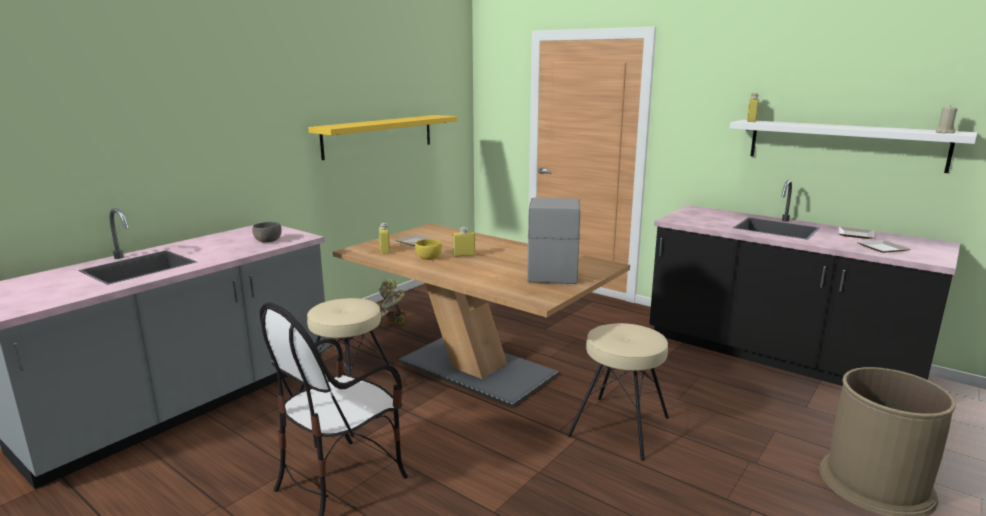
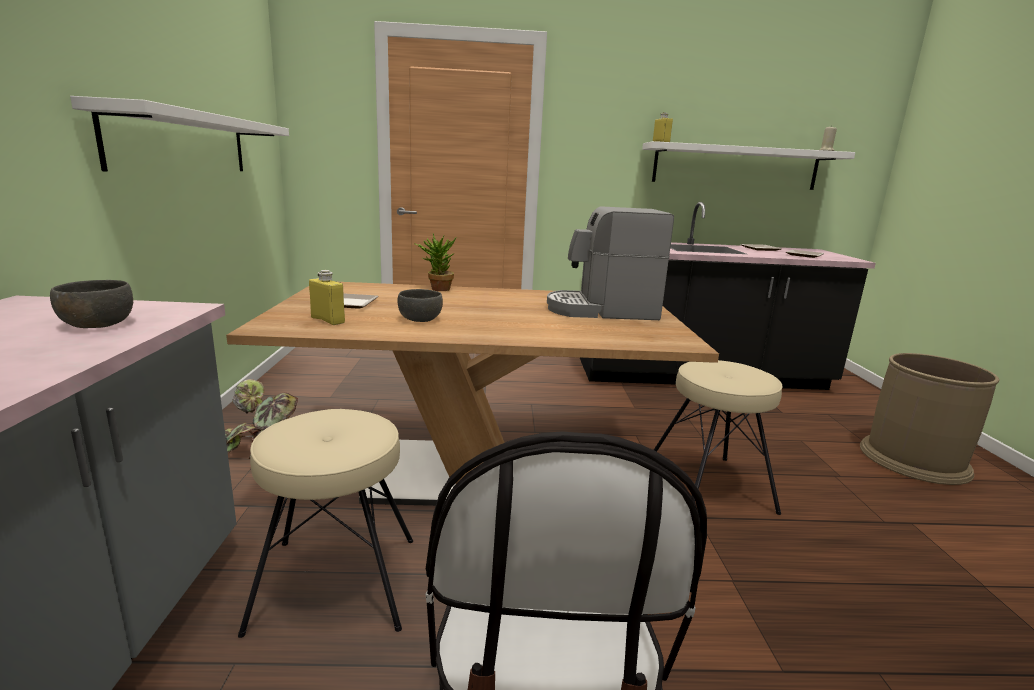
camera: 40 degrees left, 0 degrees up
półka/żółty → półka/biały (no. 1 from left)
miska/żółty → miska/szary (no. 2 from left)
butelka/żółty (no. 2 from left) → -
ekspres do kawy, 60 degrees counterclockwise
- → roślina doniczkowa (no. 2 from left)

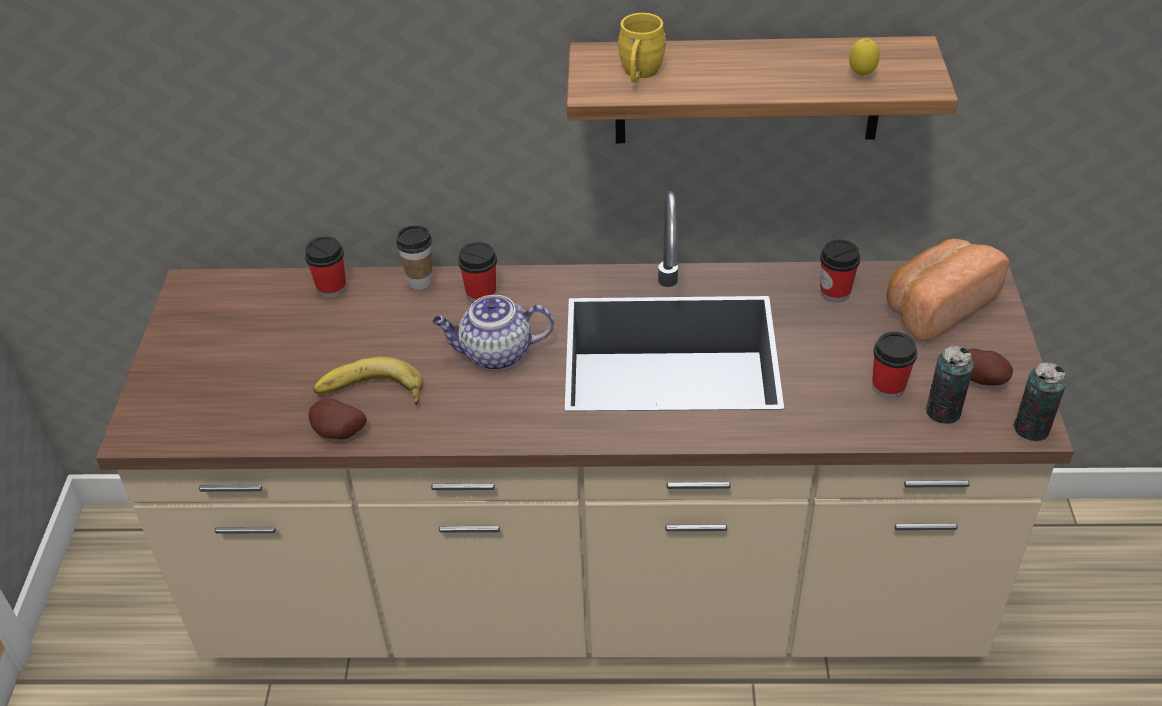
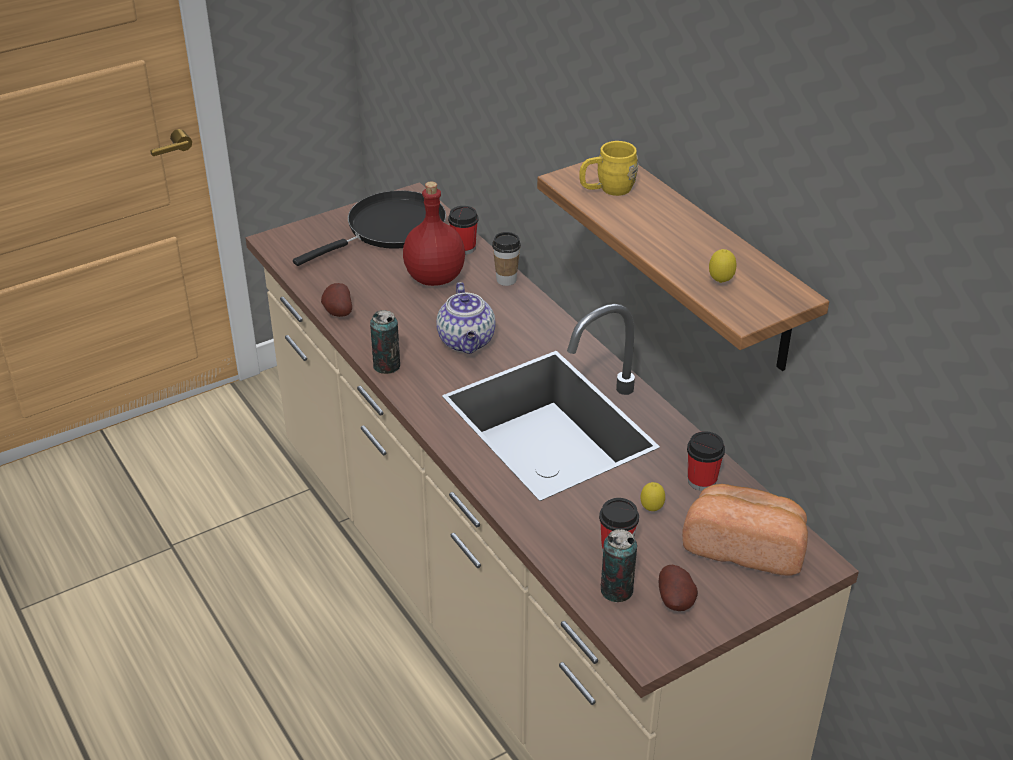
camera: 55 degrees right, 5 degrees down
banan → -
imbryk, 150 degrees counterclockwise
filiżanka (no. 3 from left) → -
puszka (no. 2 from left in the first image) → puszka (no. 1 from left), relocated
- → patelnia/czarny
- → butelka/czerwony
- → cytryna (no. 1 from left)

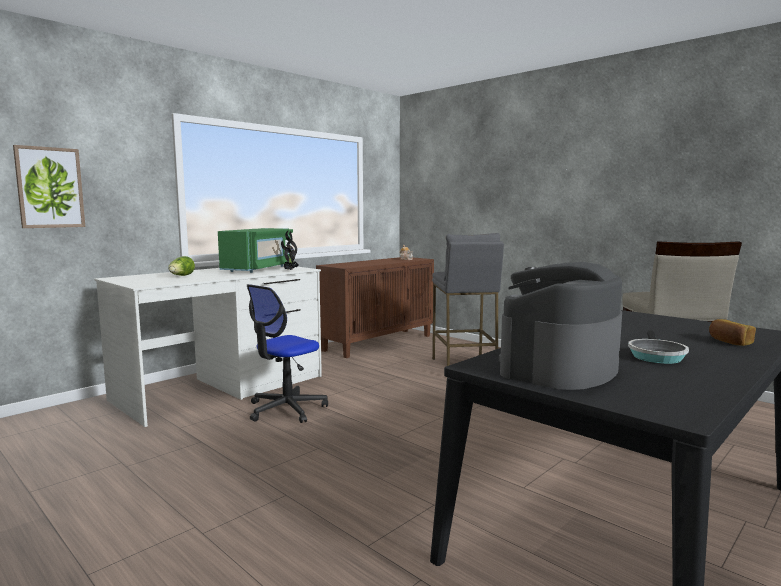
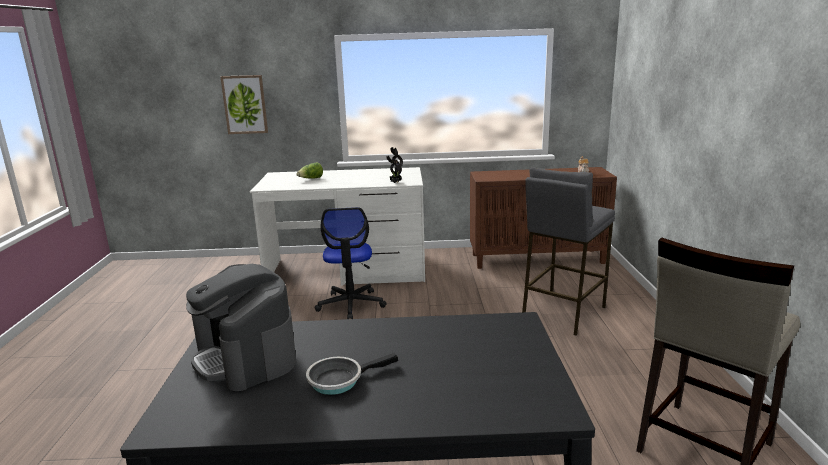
camera: 45 degrees right, 10 degrees up
mikrofalówka/zielony → -
krzesło biurowe, 90 degrees counterclockwise
ekspres do kawy, 120 degrees counterclockwise
chleb → -

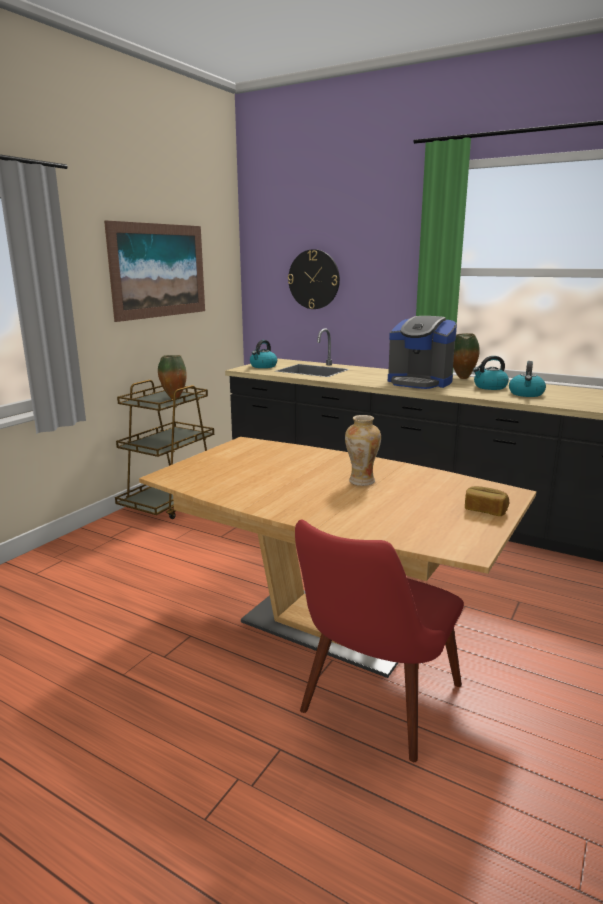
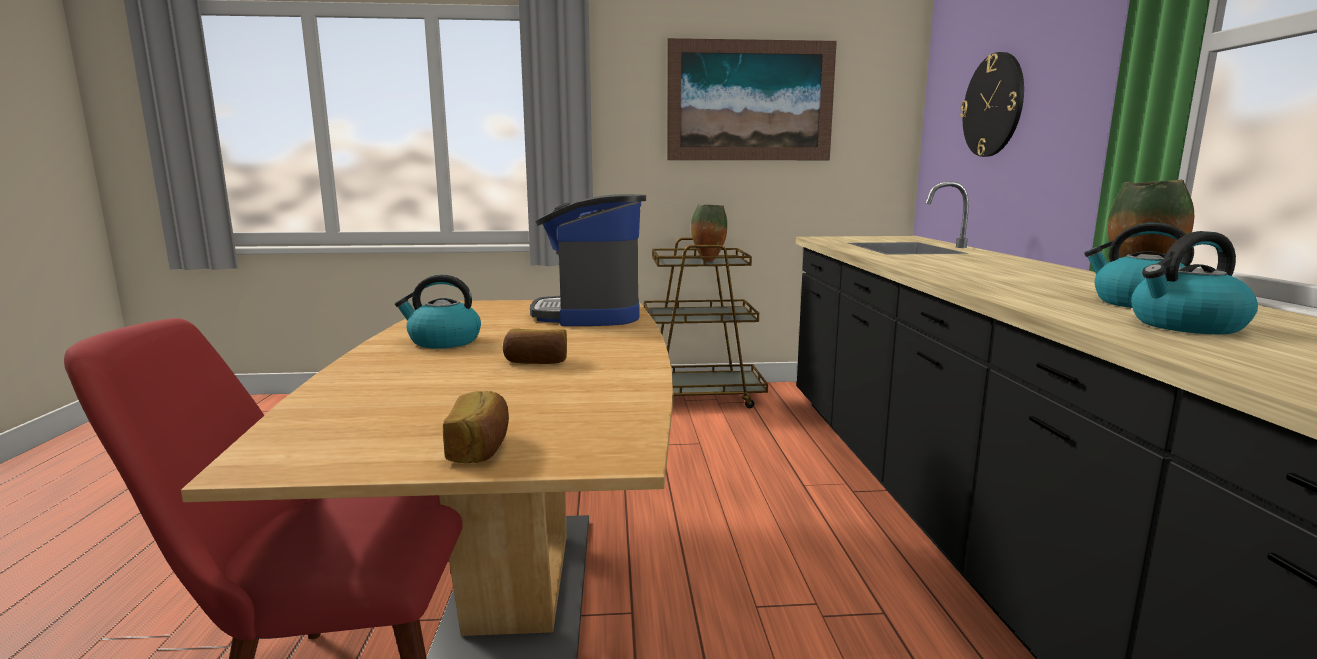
camera: 55 degrees right, 5 degrees down
czajnik (no. 1 from left), relocated
wazon (no. 2 from left) → chleb (no. 2 from left)
ekspres do kawy, relocated

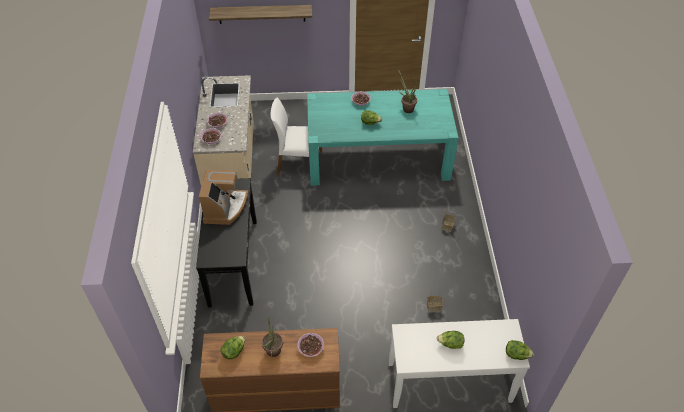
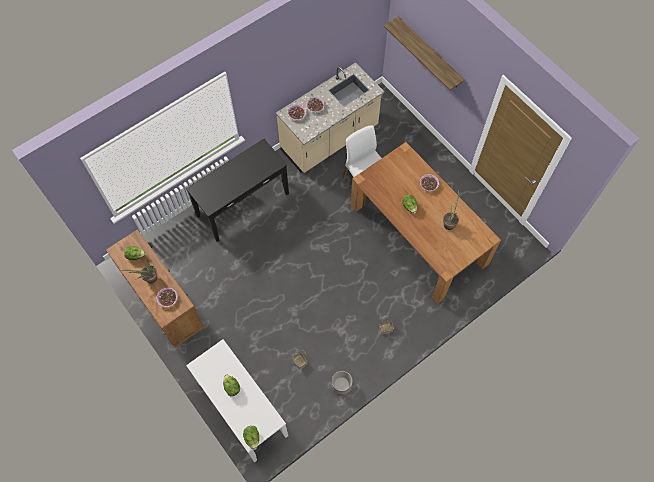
camera: 55 degrees right, 15 degrees up
ekspres do kawy → -
stół jadalny/turkusowy → stół jadalny/brązowy
- → donica

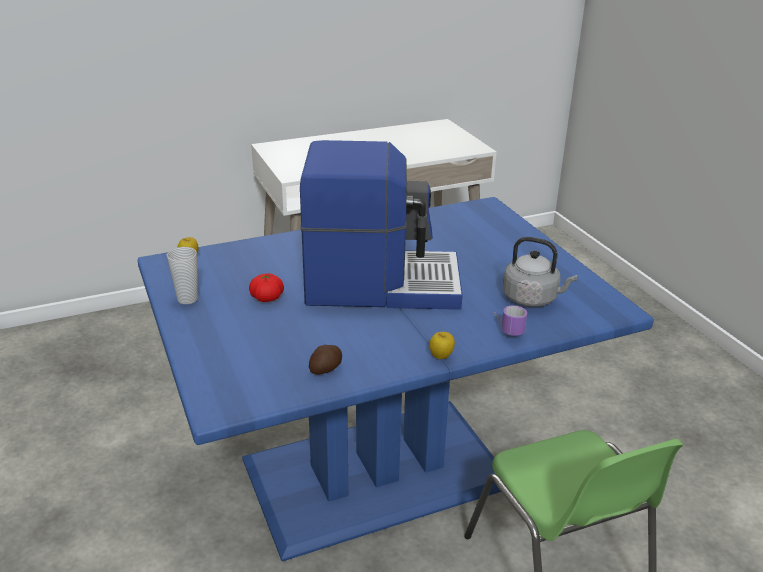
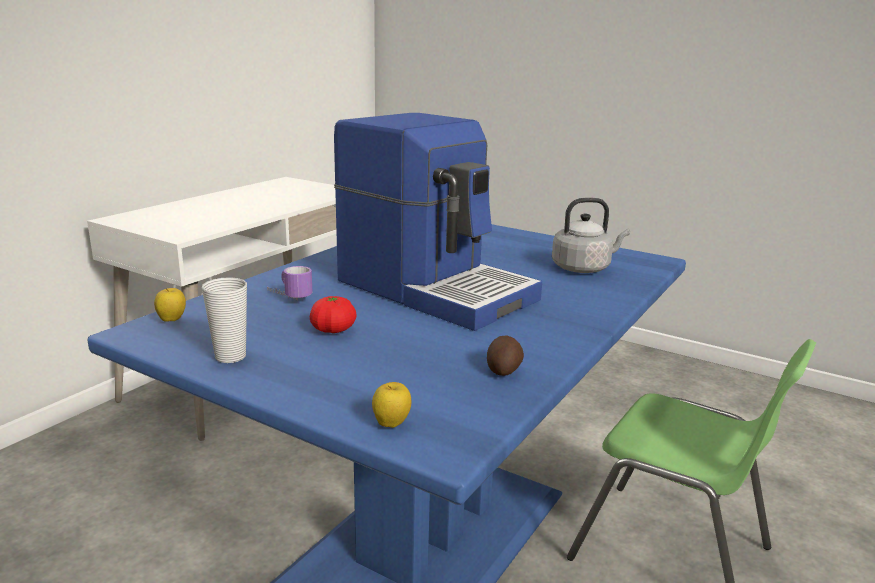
camera: 35 degrees left, 10 degrees down
ekspres do kawy, 75 degrees clockwise
jabłko (no. 2 from left), relocated
kubek, relocated

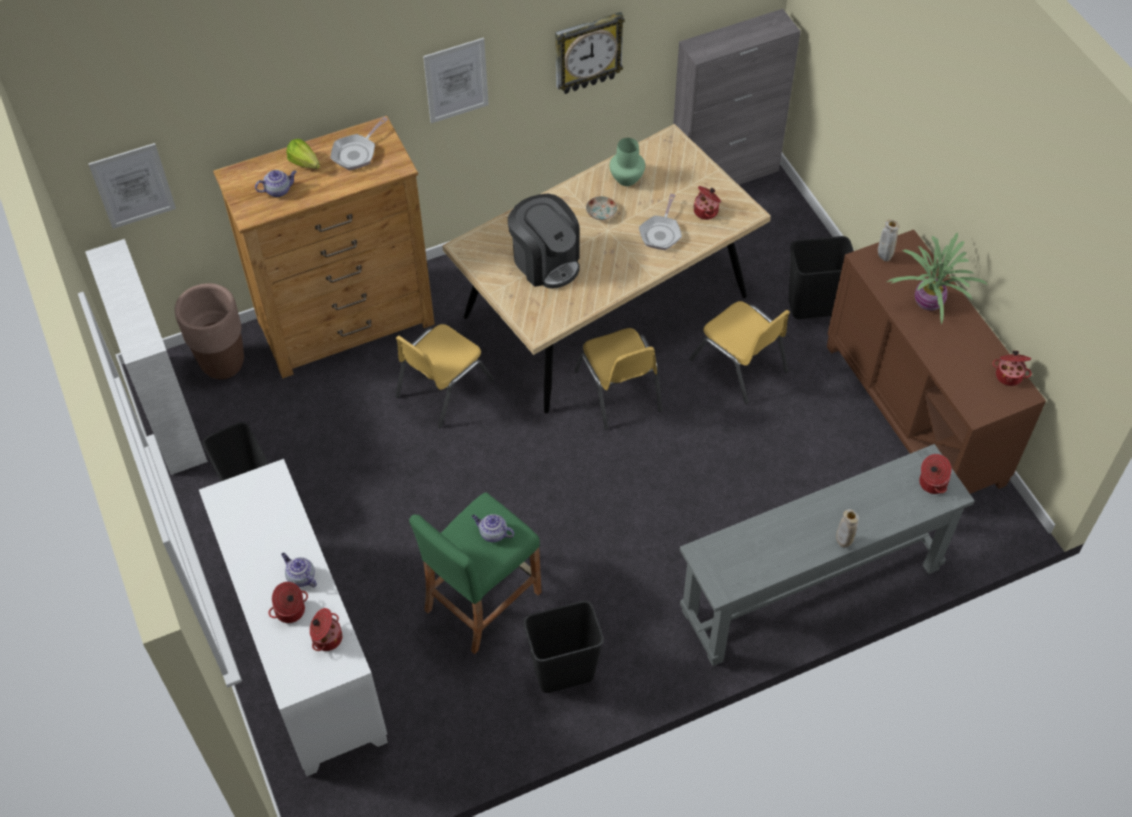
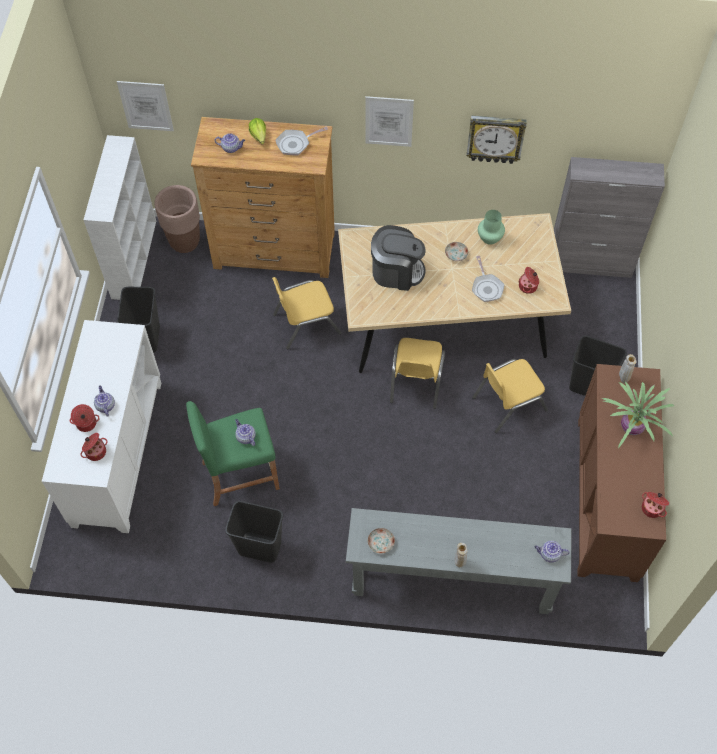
camera: 30 degrees right, 5 degrees up
ekspres do kawy, 75 degrees counterclockwise
patelnia (no. 2 from left), 60 degrees counterclockwise
krzesło/żółty (no. 3 from left), 75 degrees clockwise
garnek (no. 4 from left) → imbryk (no. 4 from left)
- → talerz (no. 1 from left)

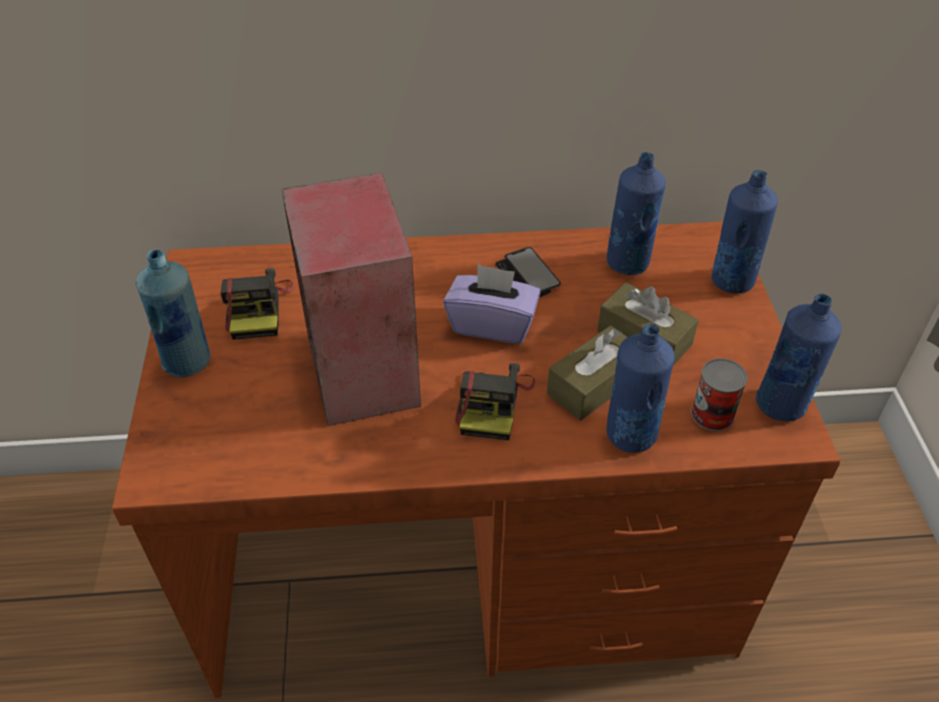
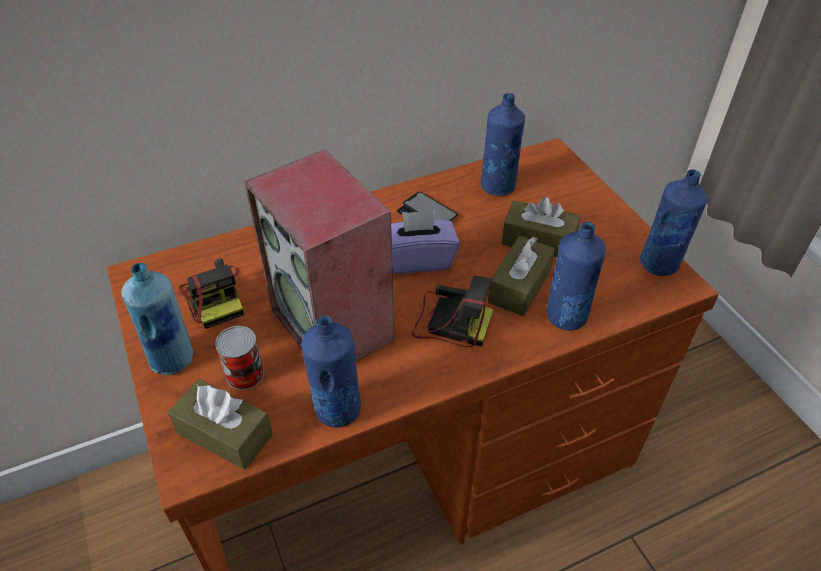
camera: 20 degrees left, 0 degrees up
aparat fotograficzny (no. 2 from left), 60 degrees counterclockwise
puszka, relocated
butelka/niebieski (no. 4 from left in the first image) → butelka/niebieski (no. 2 from left), relocated
- → pudełko chusteczek/brązowy (no. 1 from left)

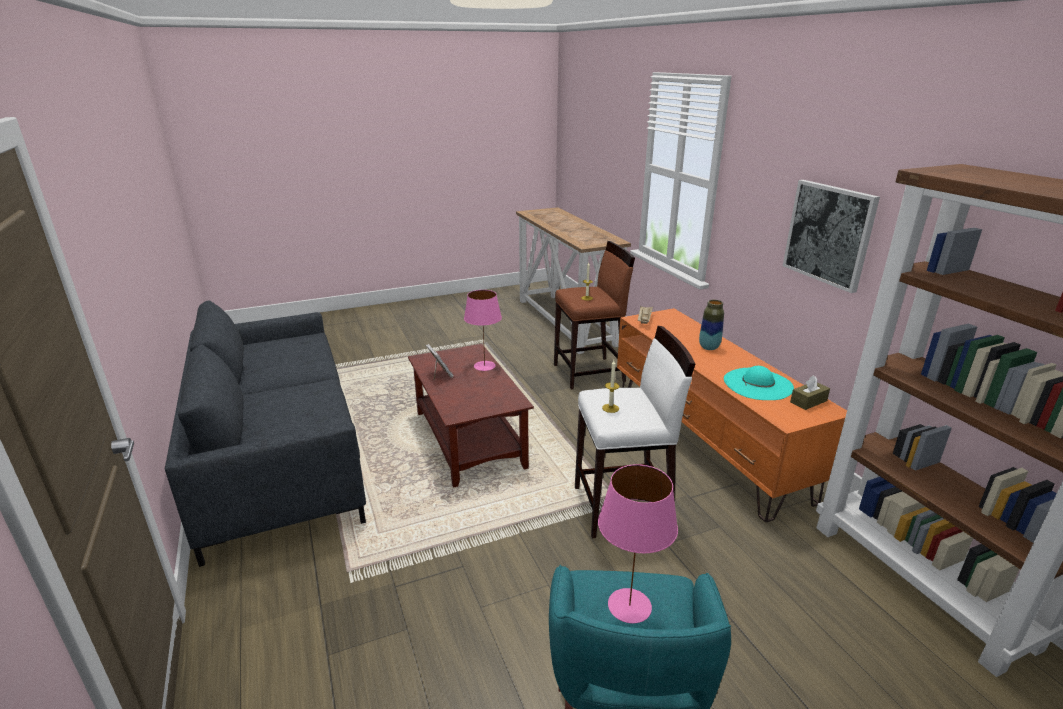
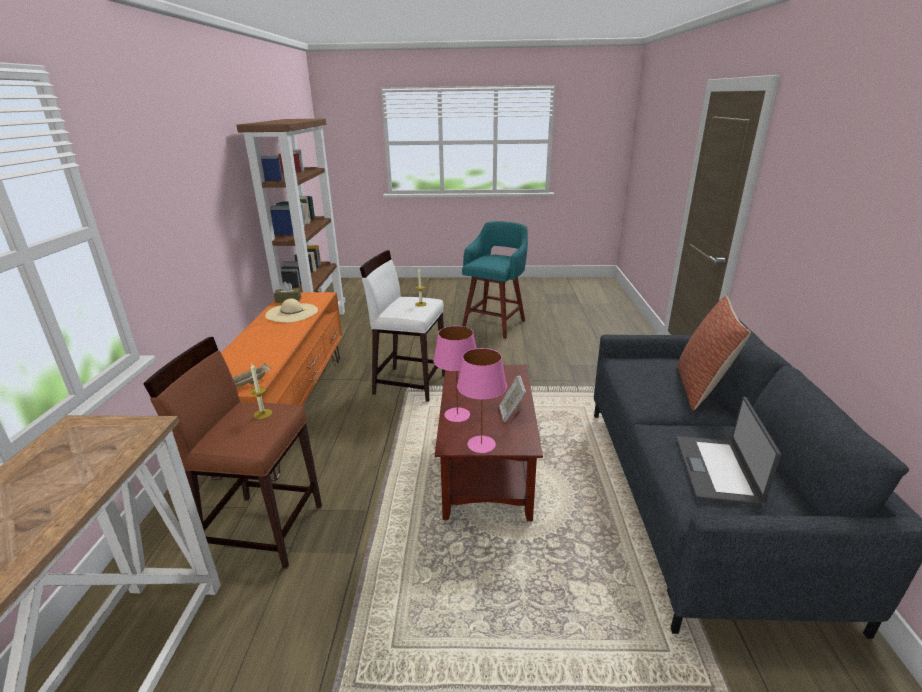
camera: 155 degrees left, 0 degrees up
lampa stołowa/różowy (no. 2 from left), relocated
wazon → -
kapelusz/turkusowy → kapelusz/beżowy
obraz → -
- → laptop
- → poduszka

